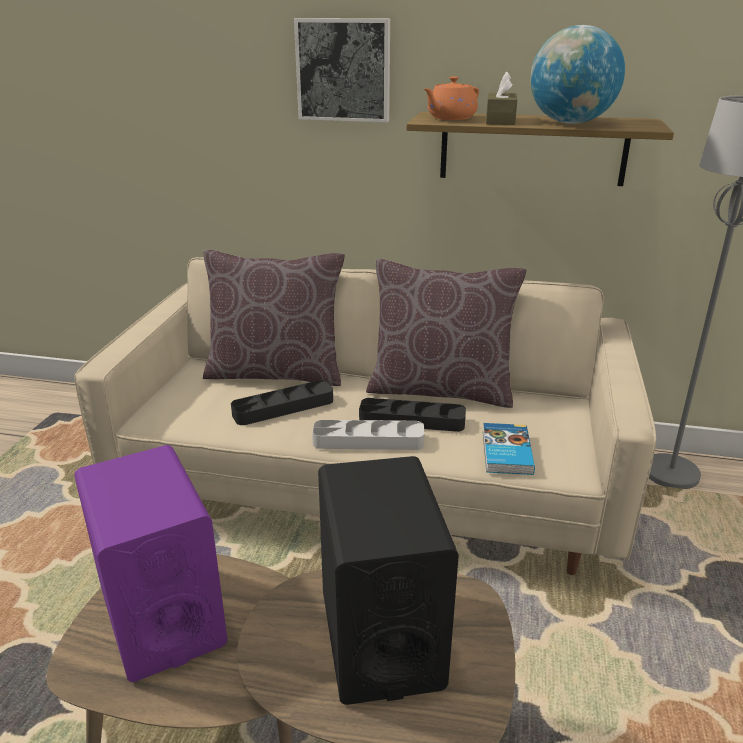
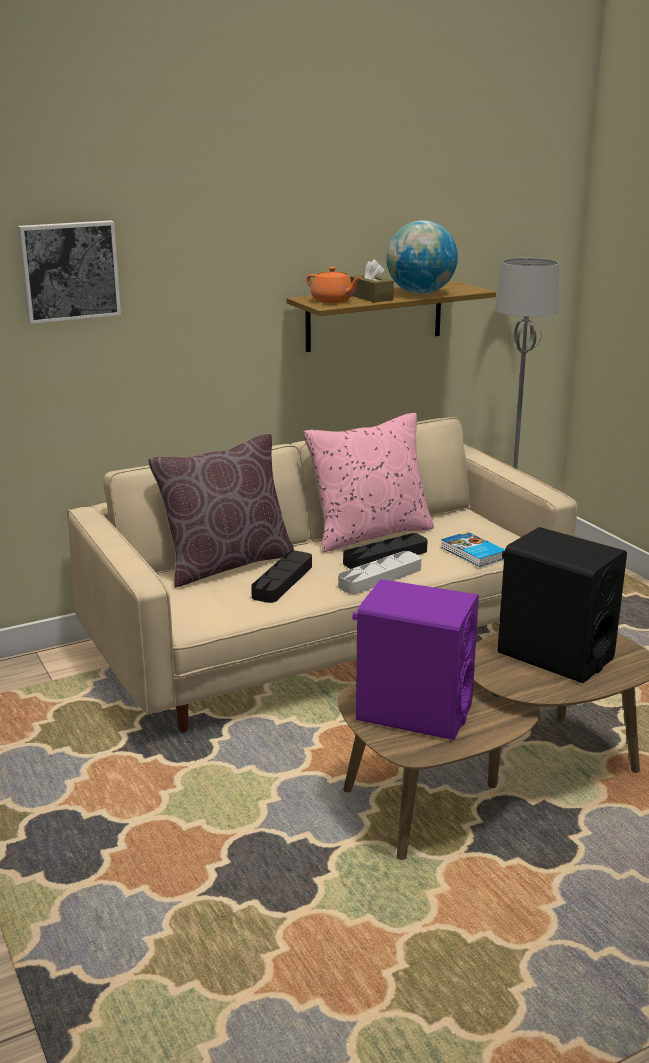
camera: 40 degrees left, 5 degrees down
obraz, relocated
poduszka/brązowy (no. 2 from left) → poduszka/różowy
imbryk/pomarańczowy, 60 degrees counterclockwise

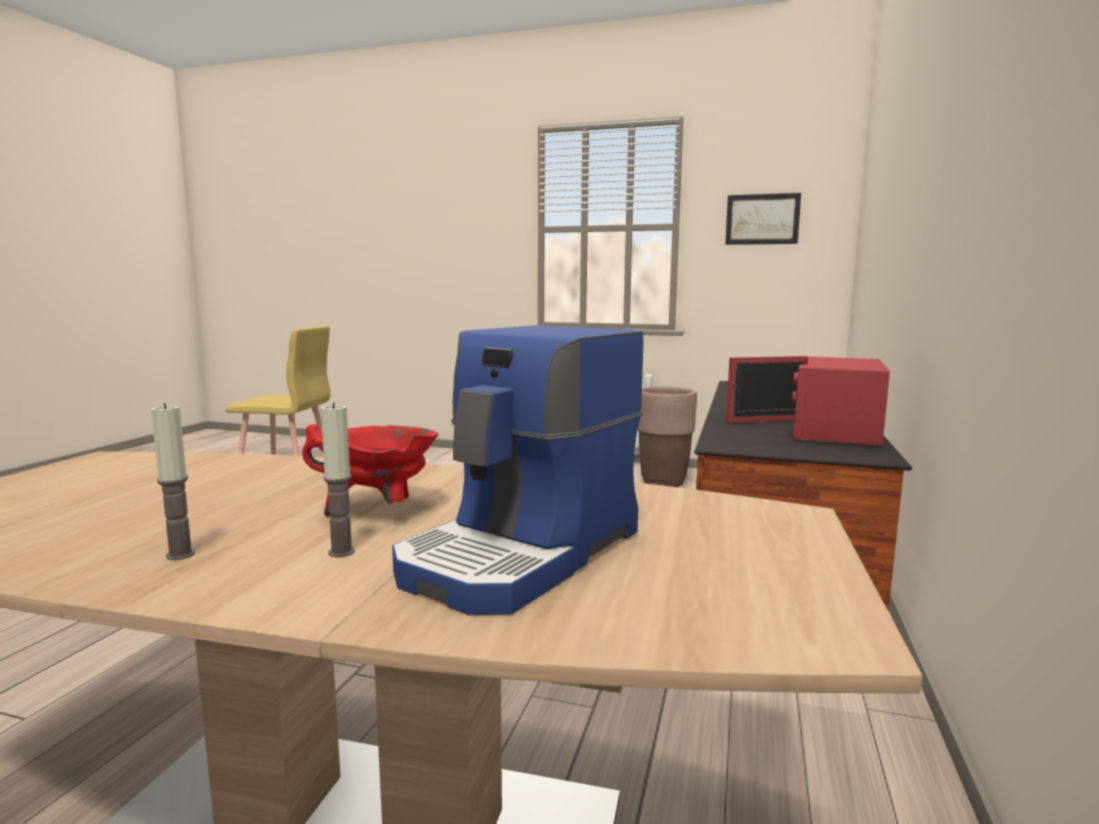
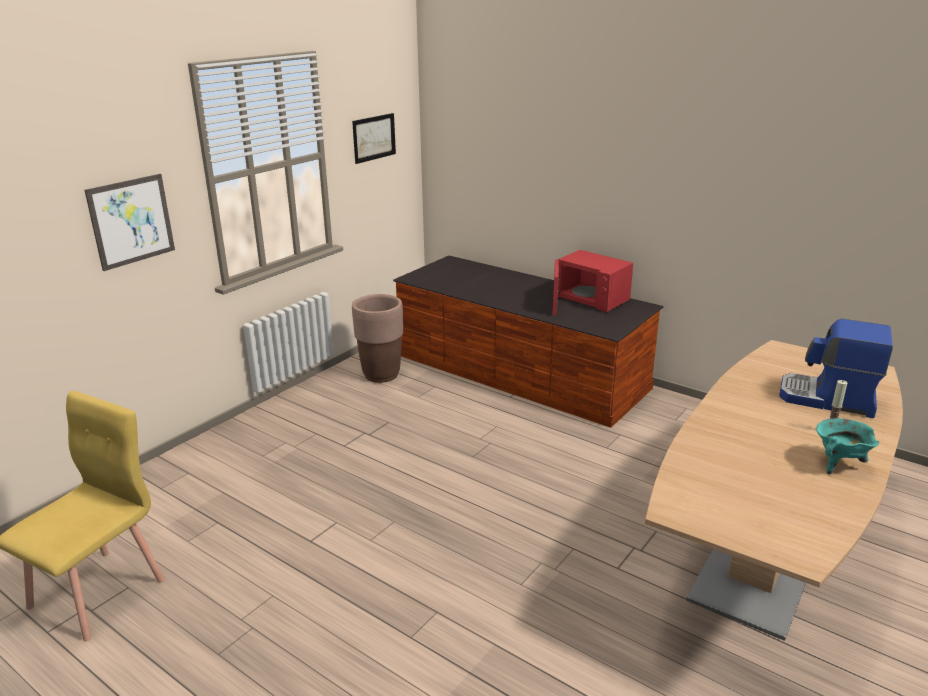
camera: 70 degrees left, 15 degrees up
świeca (no. 1 from left) → garnek/turkusowy
garnek/czerwony → -
ekspres do kawy, 150 degrees clockwise
- → obraz (no. 1 from left)

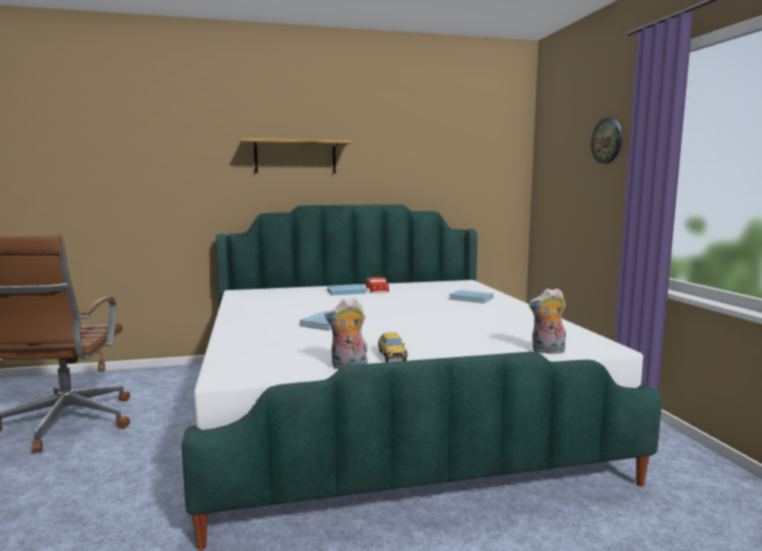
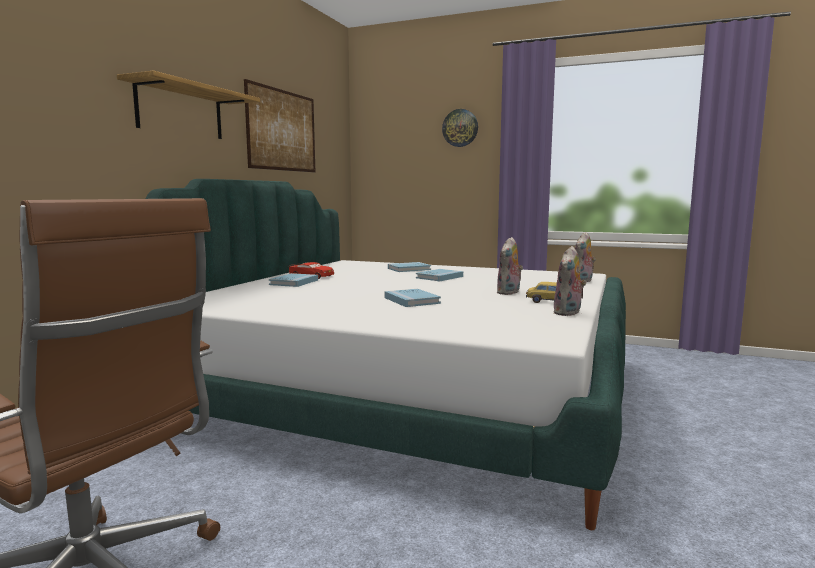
camera: 55 degrees left, 0 degrees up
- → obraz
- → książka/niebieski (no. 4 from left)
- → pluszak (no. 1 from left)

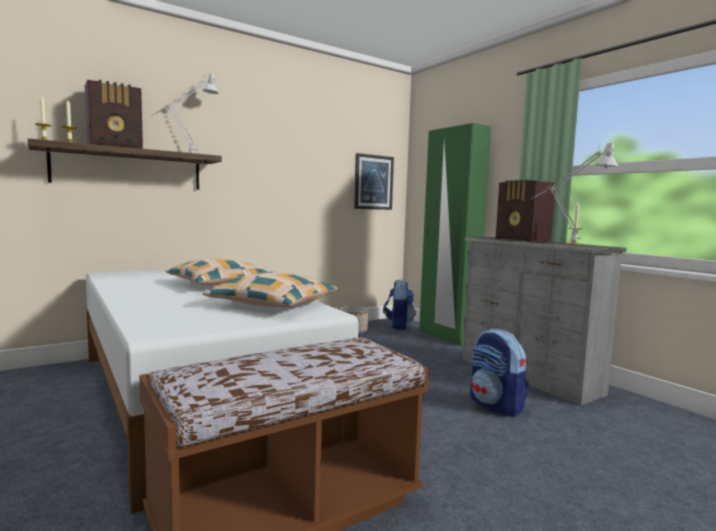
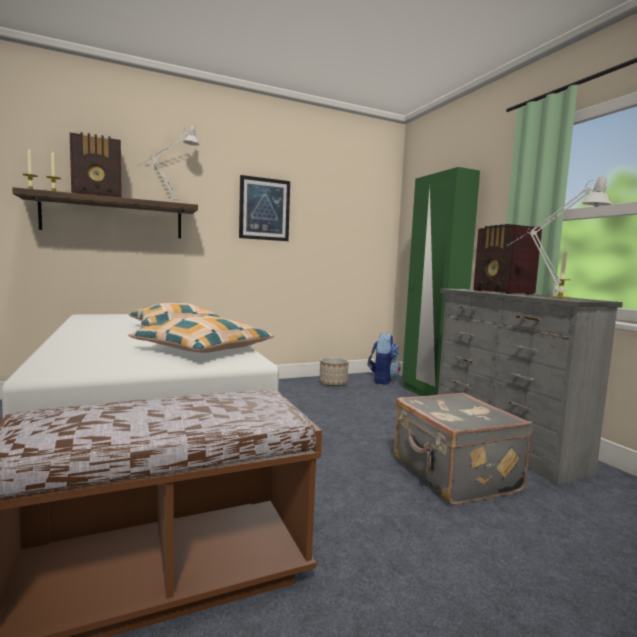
camera: 10 degrees right, 0 degrees up
obraz, relocated
plecak (no. 2 from left) → walizka/szary

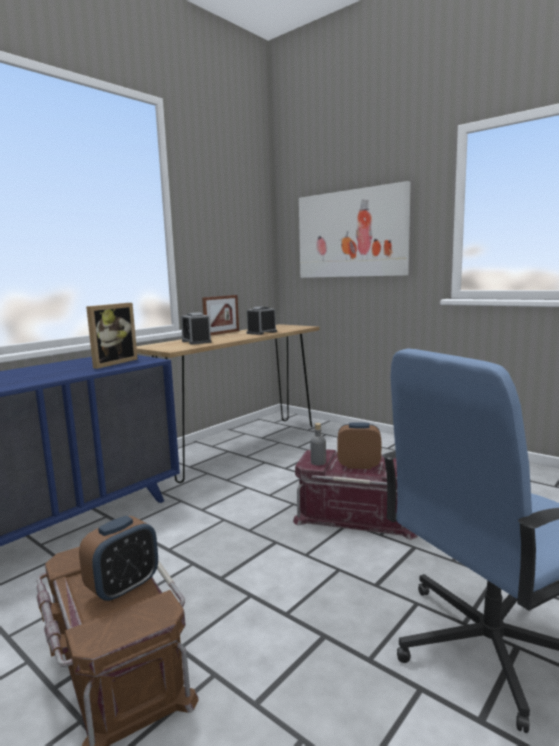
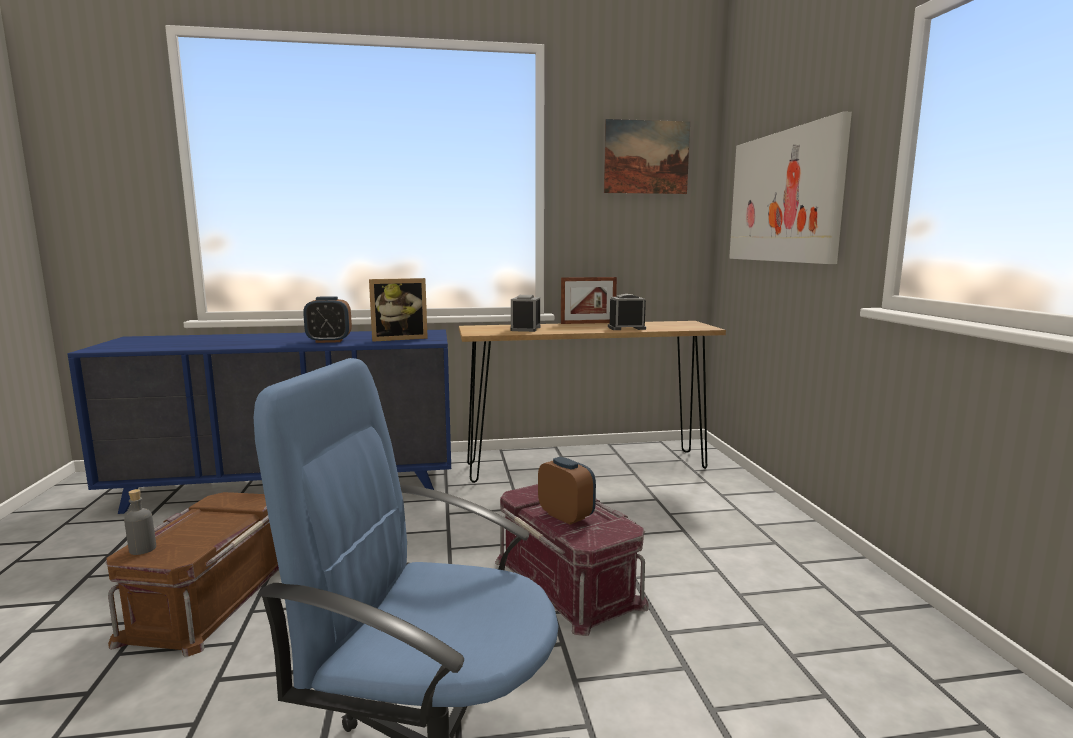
camera: 40 degrees right, 0 degrees up
budzik (no. 1 from left), relocated
butelka/szary, relocated
- → obraz (no. 1 from left)

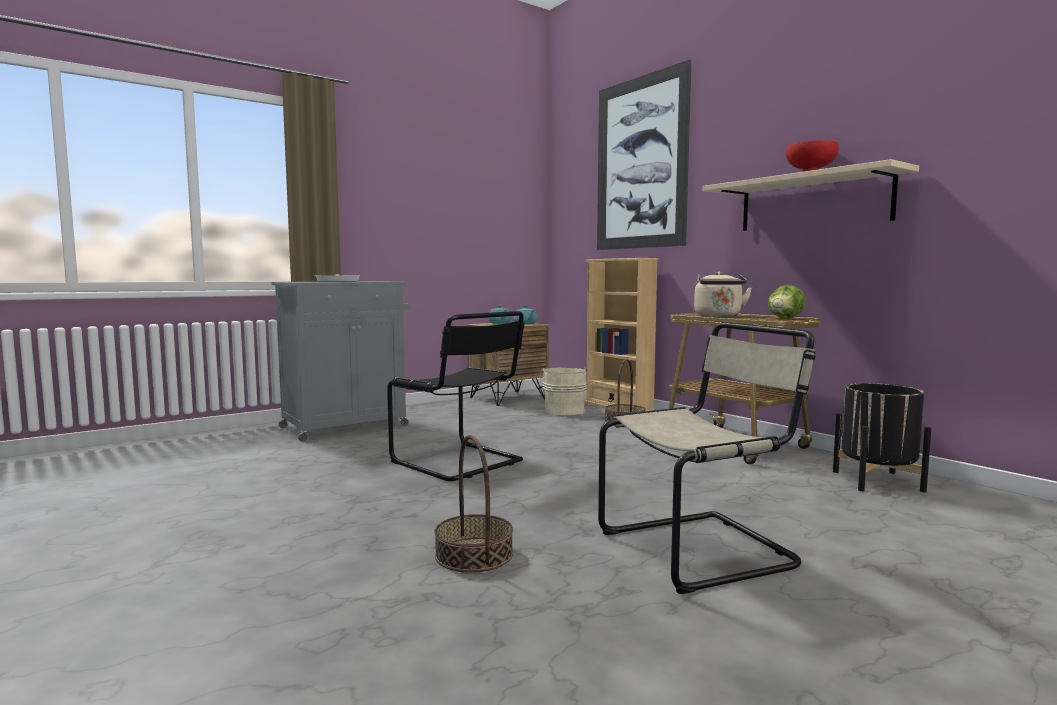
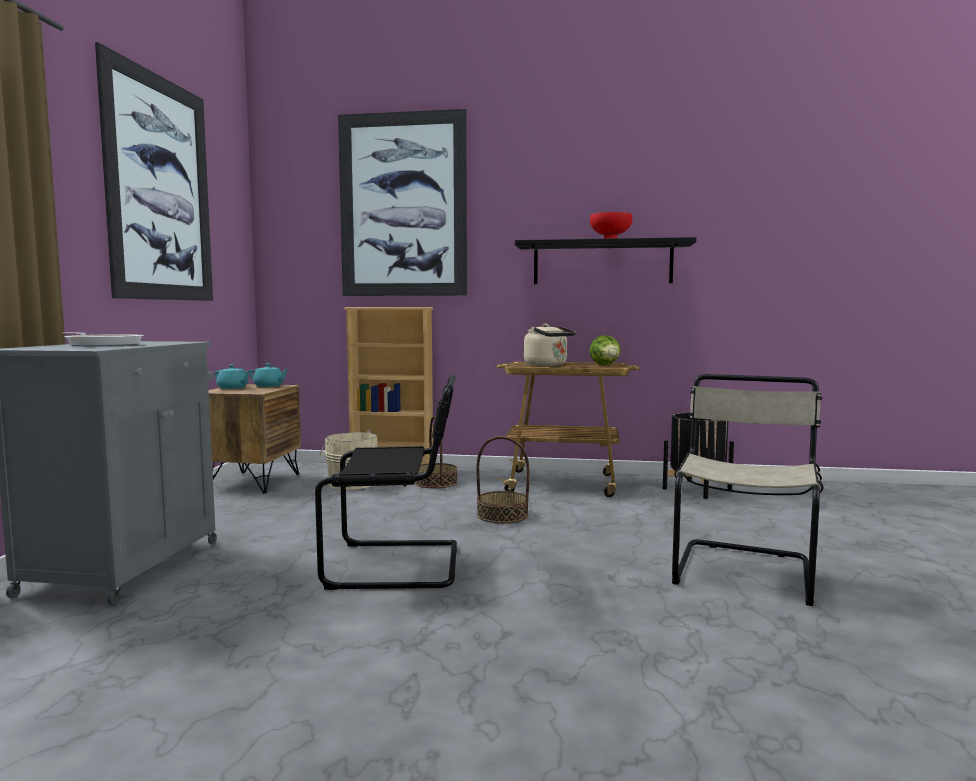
camera: 45 degrees left, 0 degrees up
koszyk (no. 1 from left in the first image) → koszyk (no. 2 from left), relocated
półka/beżowy → półka/czarny
- → obraz (no. 1 from left)

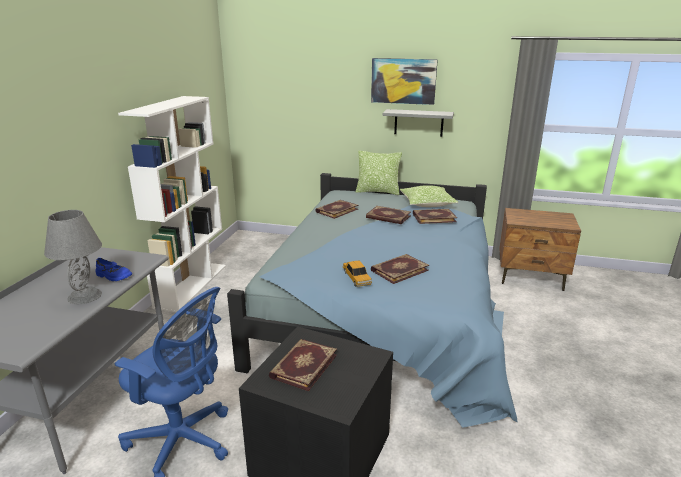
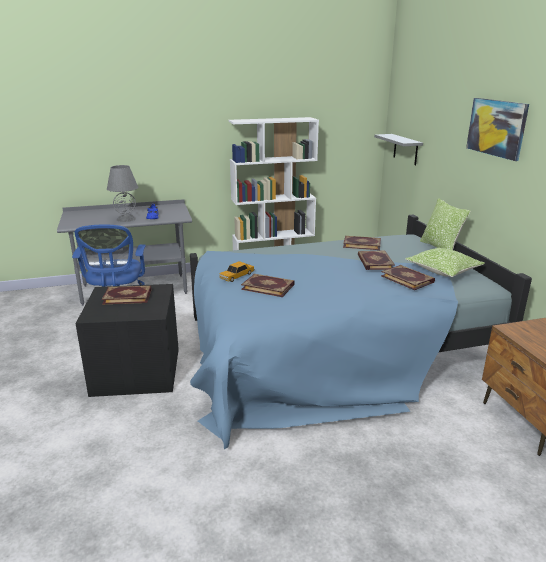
camera: 60 degrees right, 0 degrees up
półka/szary, relocated

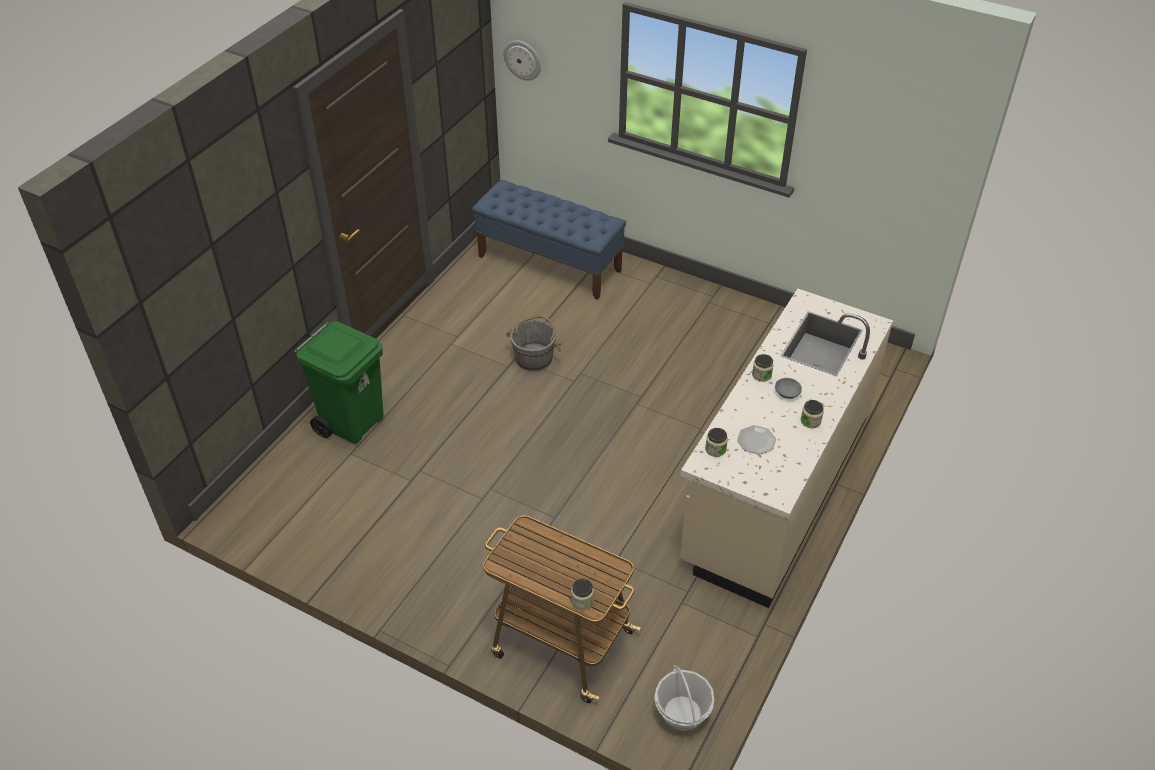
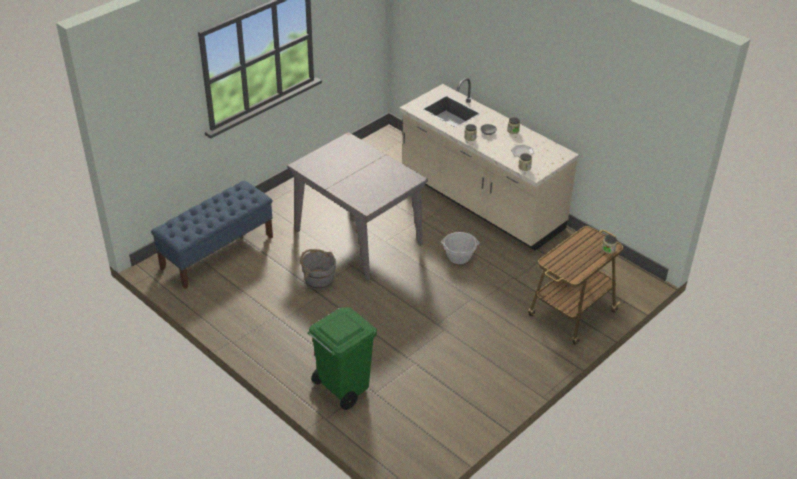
camera: 75 degrees left, 5 degrees down
zegar ścienny → -
koszyk, relocated
- → stół jadalny/szary

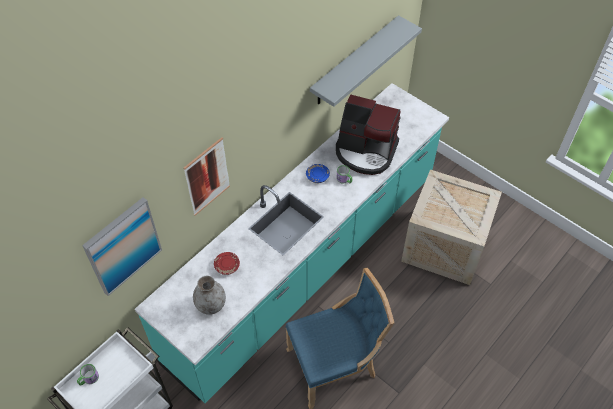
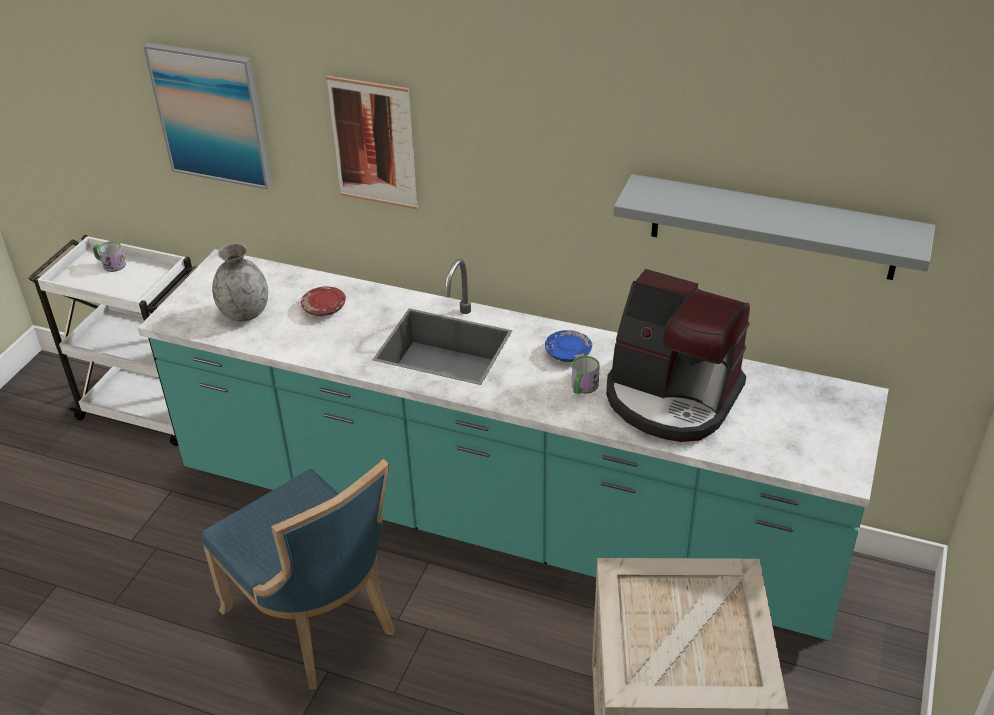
camera: 70 degrees right, 15 degrees down
ekspres do kawy, 60 degrees counterclockwise

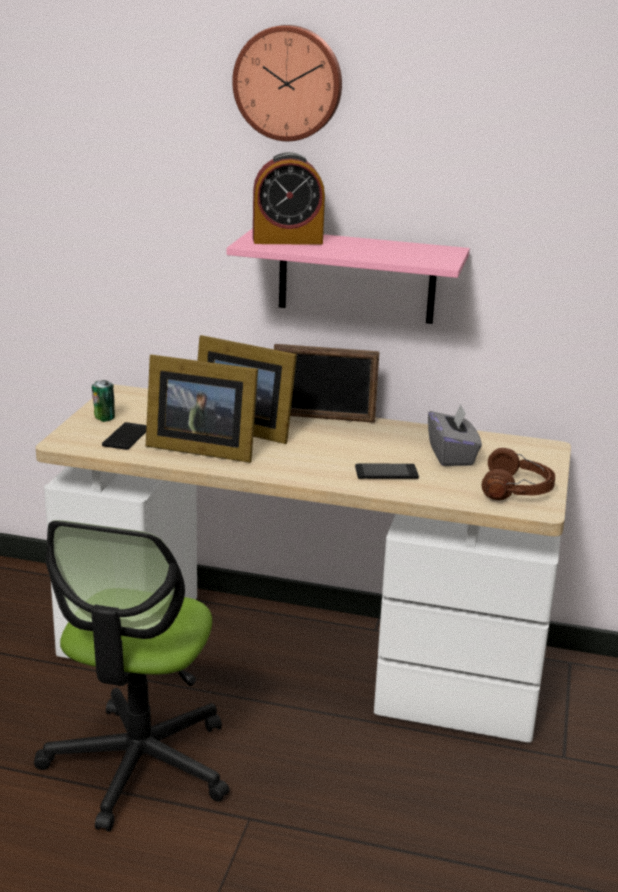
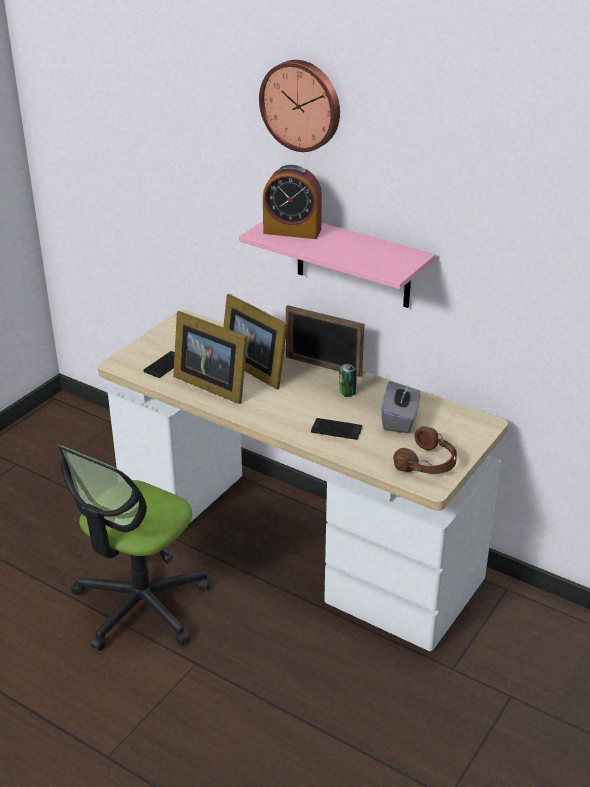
camera: 20 degrees right, 10 degrees up
puszka, relocated

